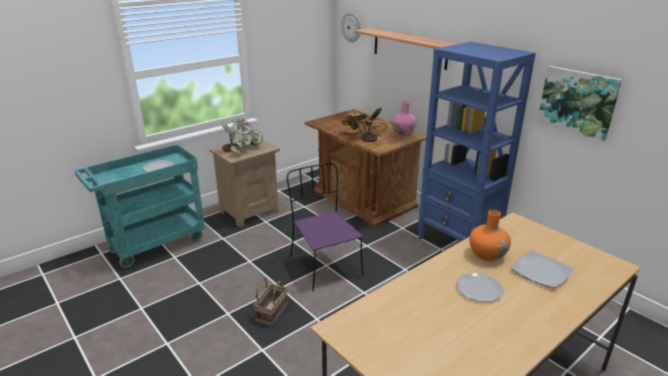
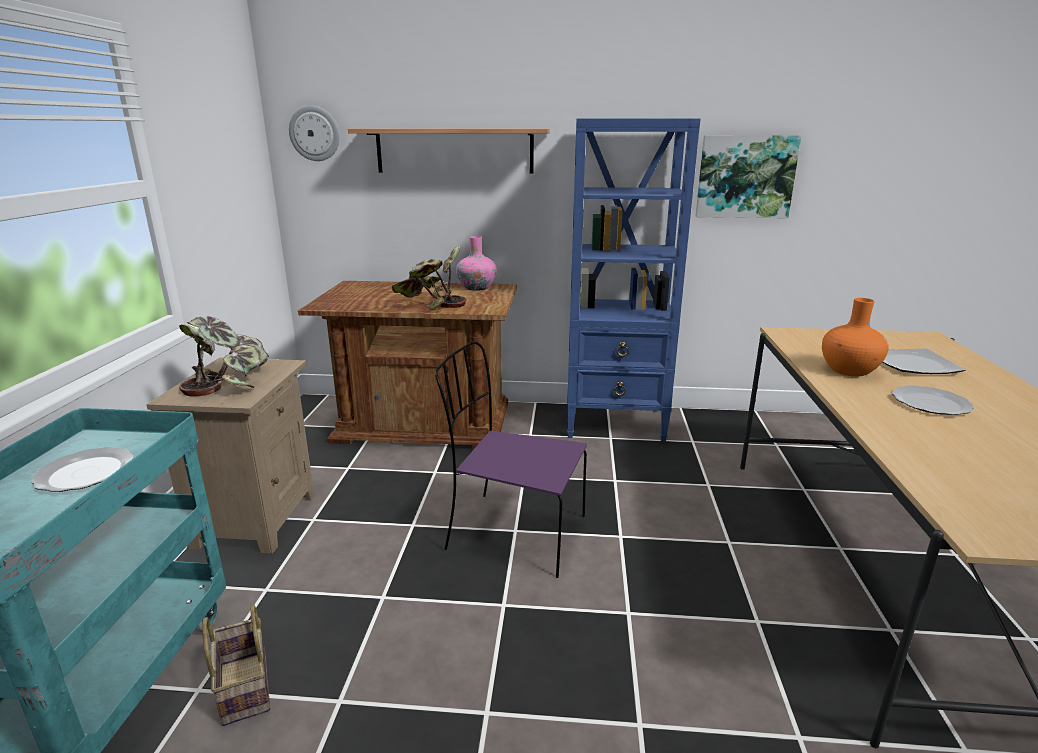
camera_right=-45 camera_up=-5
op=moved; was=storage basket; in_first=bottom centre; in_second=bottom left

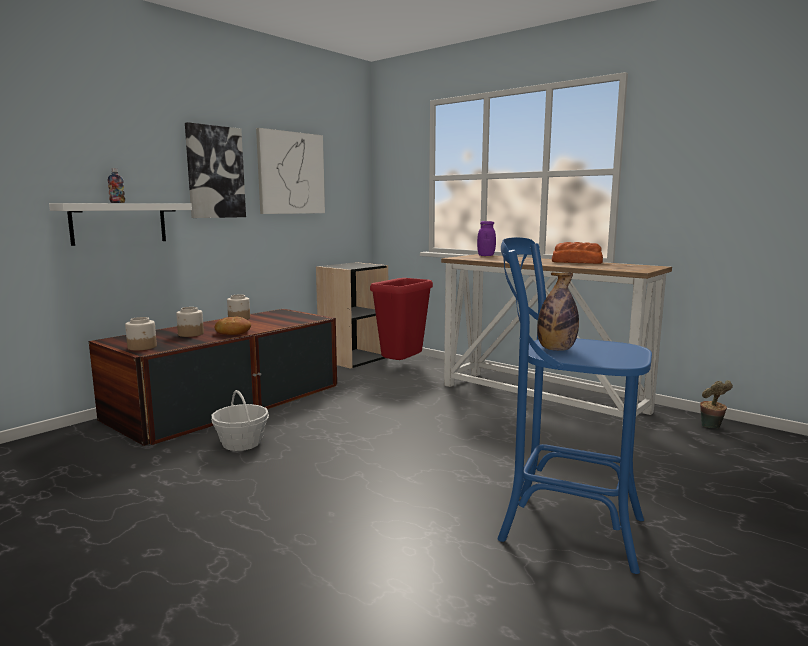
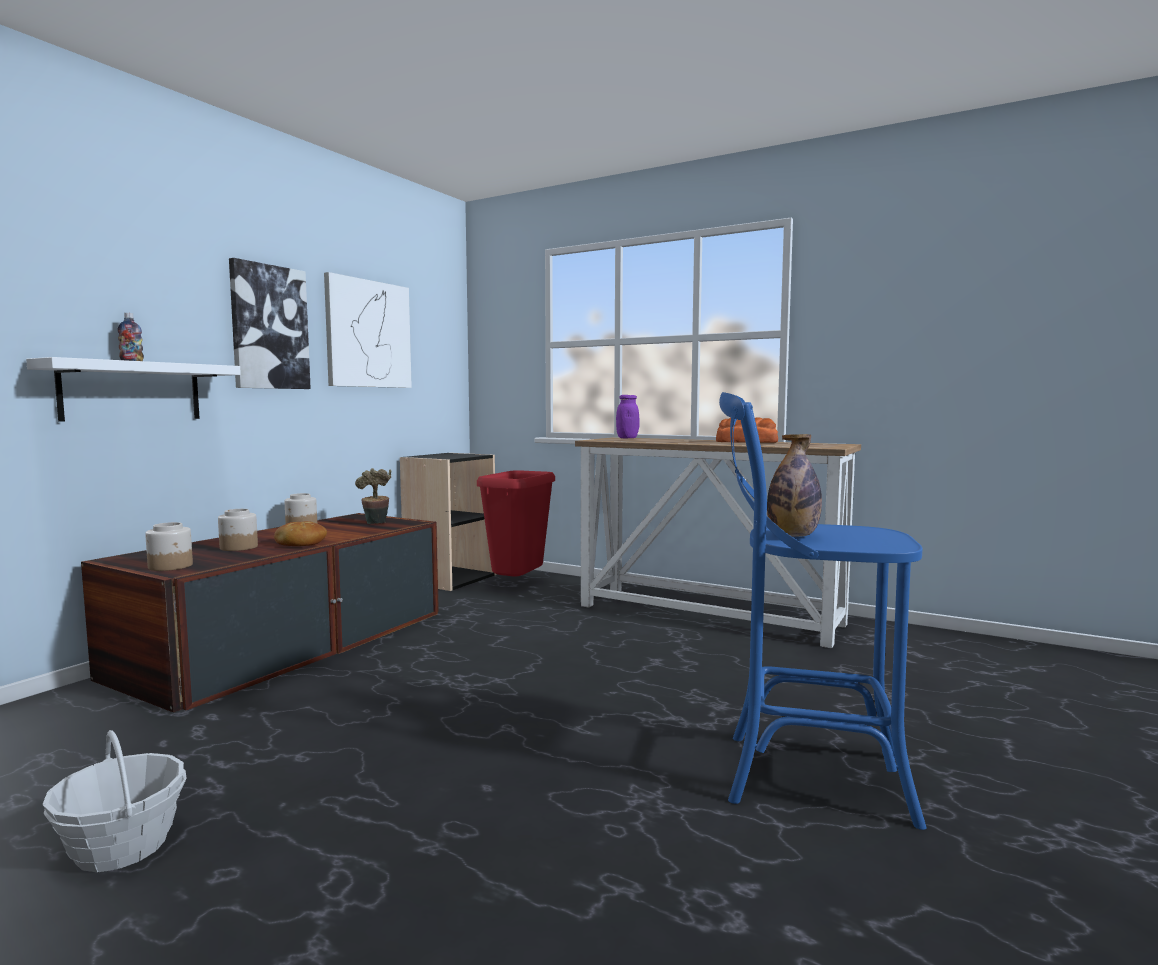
camera_right=-10 camera_up=-5
op=moved; was=storage basket; in_first=middle left; in_second=bottom left
op=moved; was=potted plant; in_first=middle right; in_second=middle left

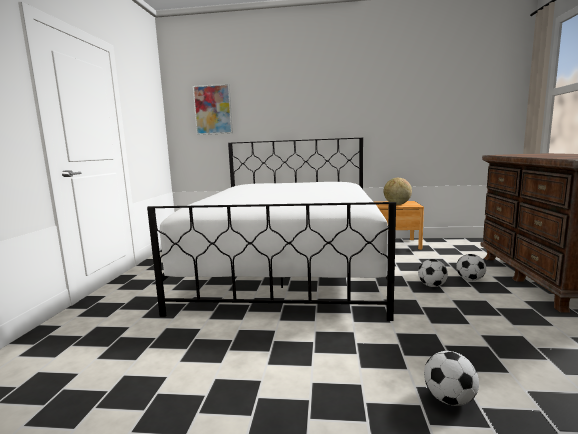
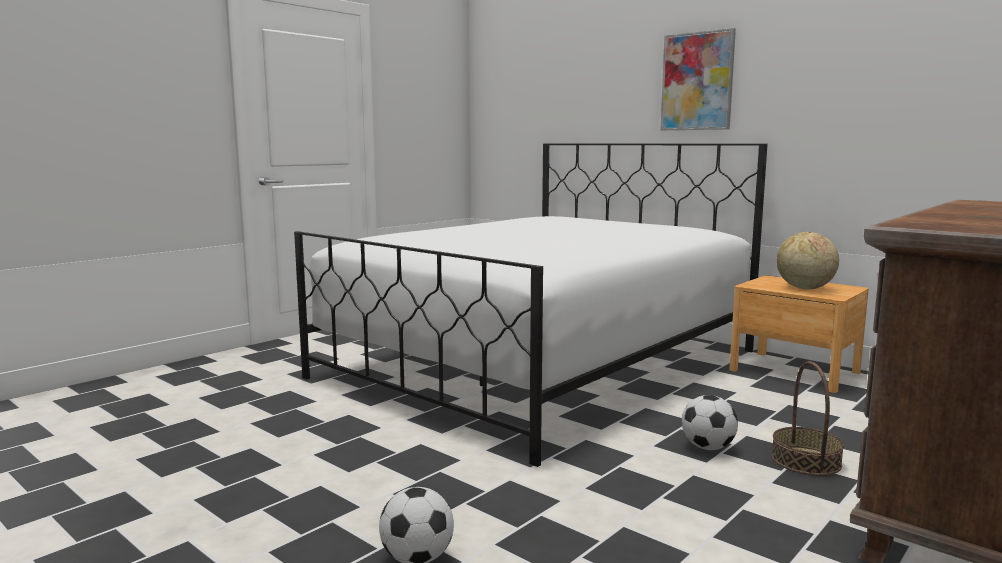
camera_right=35 camera_up=0
op=moved; was=wall picture; in_first=top centre; in_second=top right
op=replaced; was=football ball (3rd from left); now=storage basket; in_first=middle right; in_second=bottom right

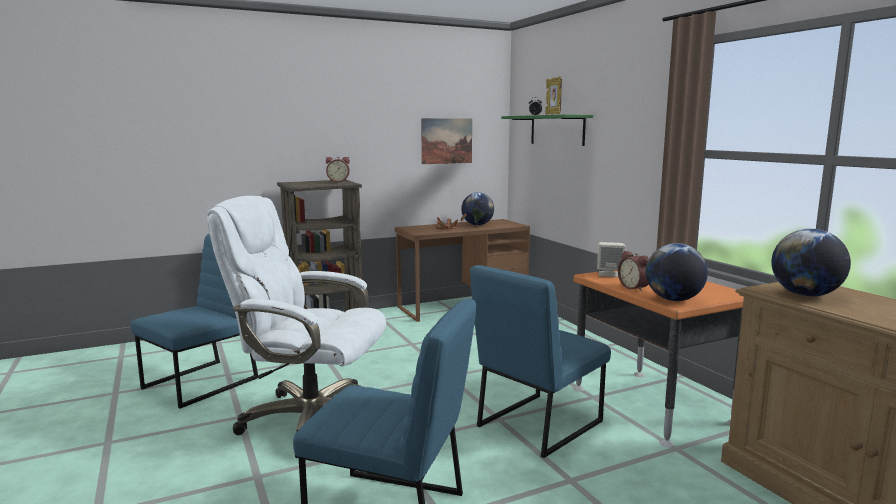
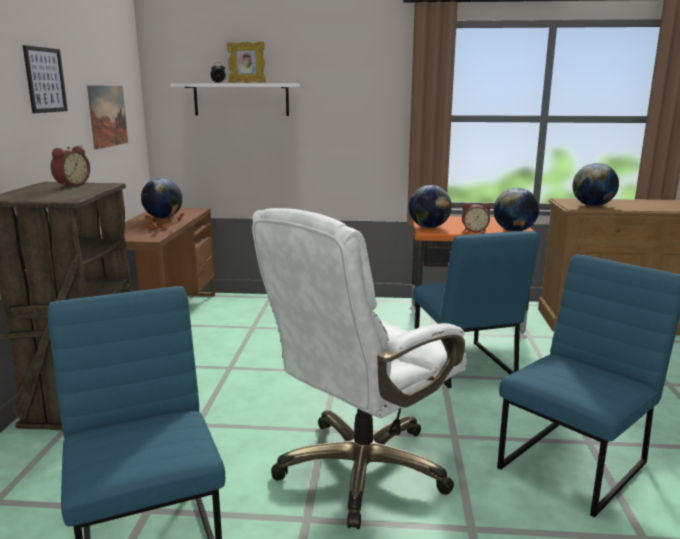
camera_right=-60 camera_up=5
op=added; now=wall picture (1st from left); in_second=top left
op=recoloured; was=shelf (greenish); now=shelf (whitish); in_first=top centre; in_second=top centre
op=replaced; was=speaker (beige-coloured); now=globe (2nd from left); in_first=middle right; in_second=centre

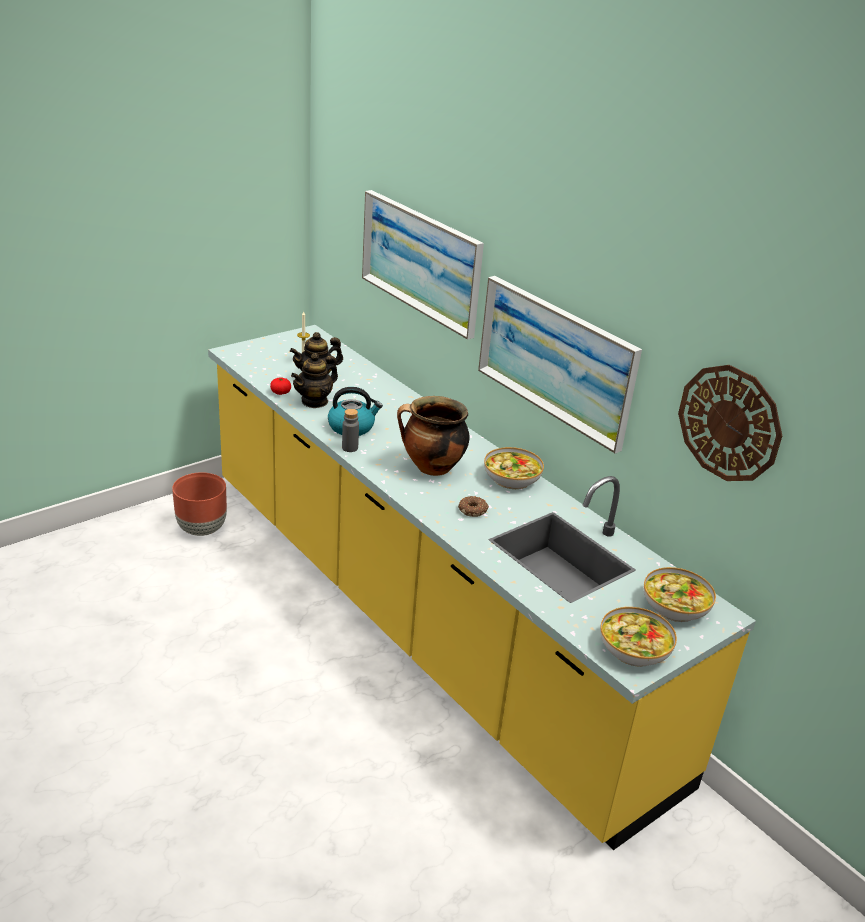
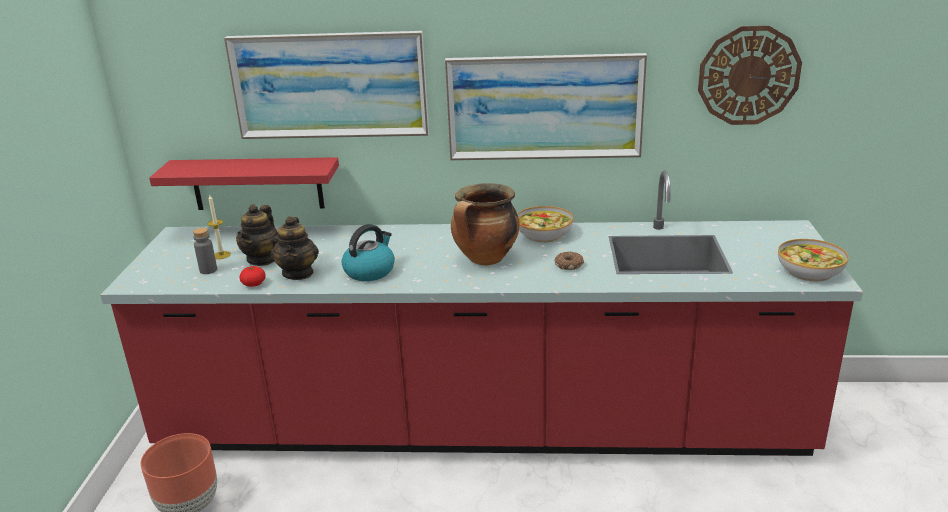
camera_right=-45 camera_up=-5
op=recoloured; was=kitchen base unit (yellow); now=kitchen base unit (red); in_first=centre; in_second=centre
op=added; now=shelf (red); in_second=middle left
op=moved; was=drink bottle (greyish); in_first=centre; in_second=middle left
op=removed; was=bowl (3rd from left); in_first=middle right

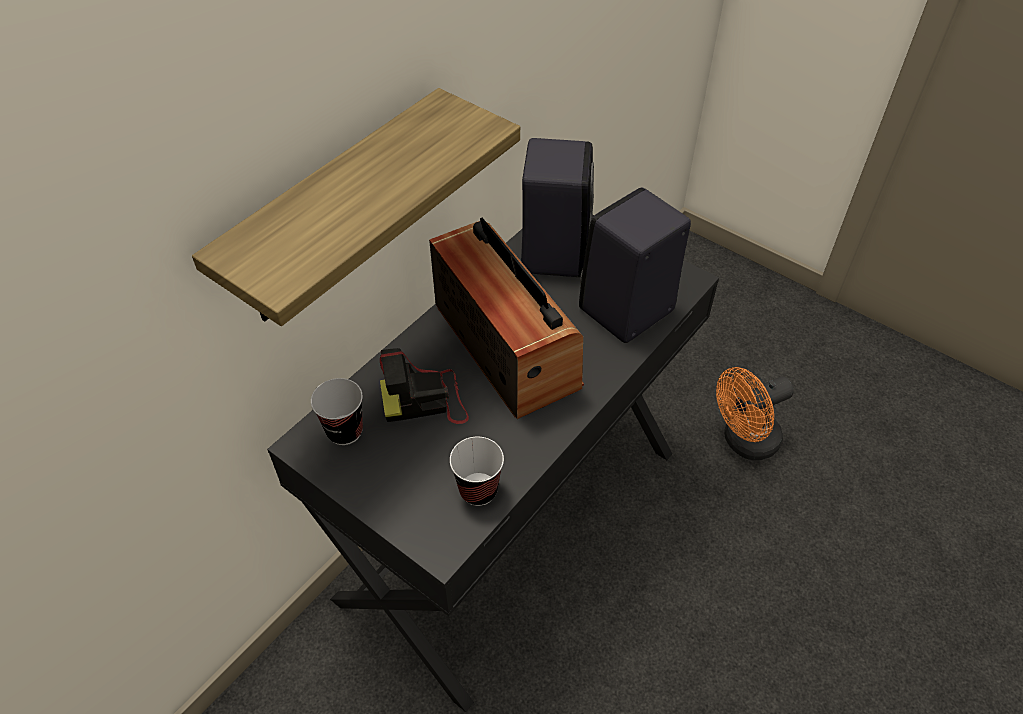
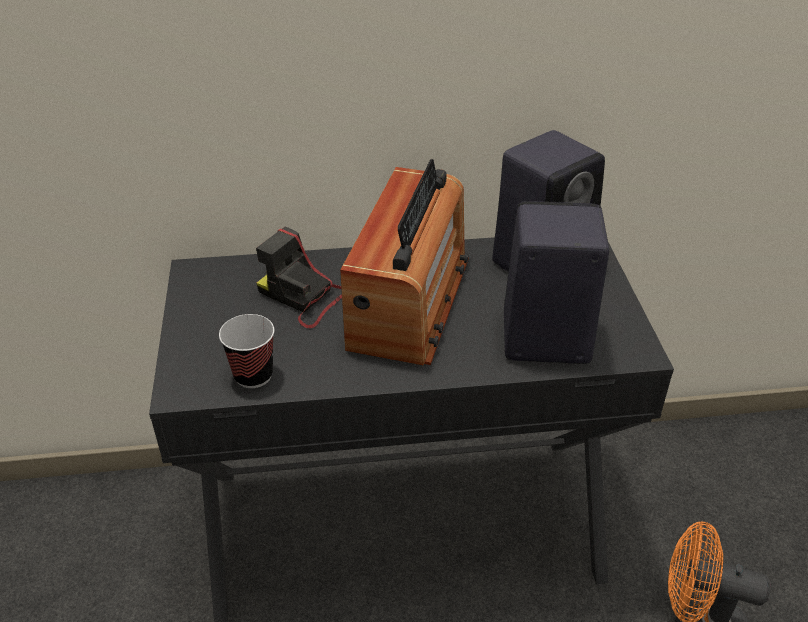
camera_right=45 camera_up=-10
op=removed; was=shelf; in_first=top centre
op=removed; was=drinking cup (1st from left); in_first=middle left

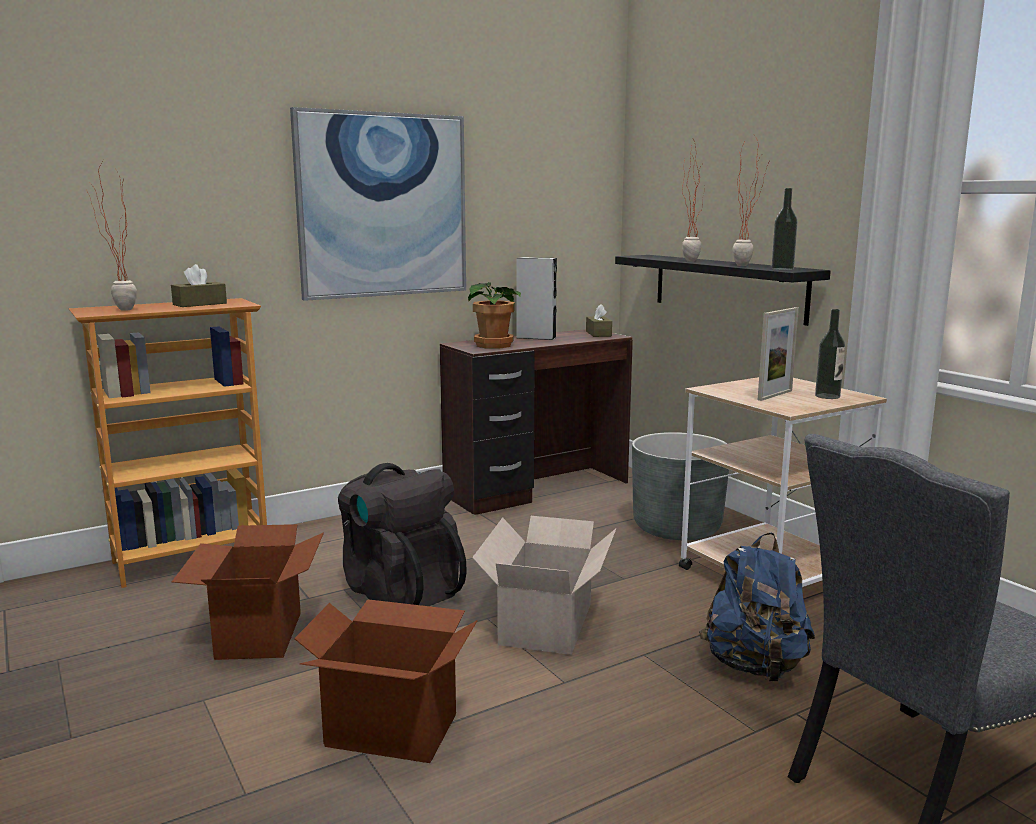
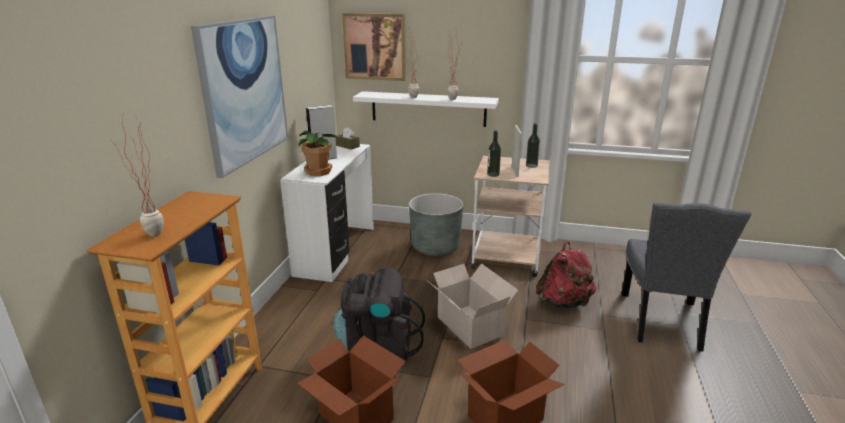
camera_right=-45 camera_up=10
op=recoloured; was=desk table (brownish); now=desk table (whitish); in_first=centre; in_second=centre
op=added; now=wall picture (2nd from left); in_second=top centre
op=recoloured; was=shelf (blackish); now=shelf (whitish); in_first=middle right; in_second=top centre
op=moved; was=drink bottle (1st from left); in_first=top right; in_second=centre
op=recoloured; was=rucksack (blue); now=rucksack (red); in_first=bottom right; in_second=middle right
op=removed; was=box of tissues (brownish) (1st from left); in_first=middle left

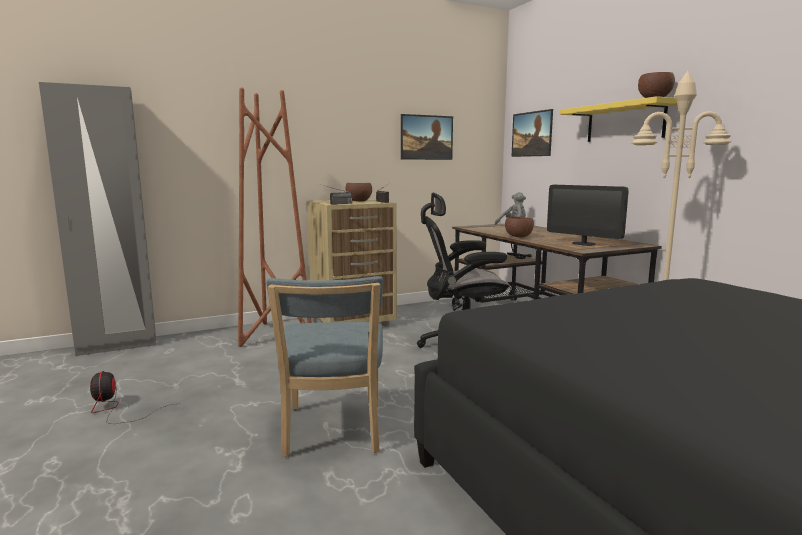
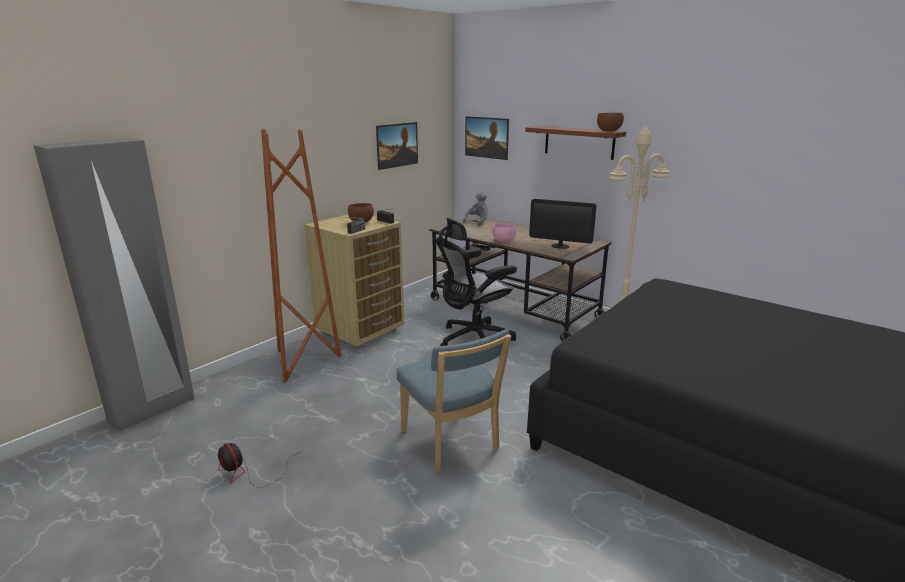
camera_right=-25 camera_up=10
op=recoloured; was=bowl (brownish) (2nd from left); now=bowl (pinkish); in_first=centre; in_second=centre
op=recoloured; was=shelf (yellow); now=shelf (brownish); in_first=top right; in_second=top centre

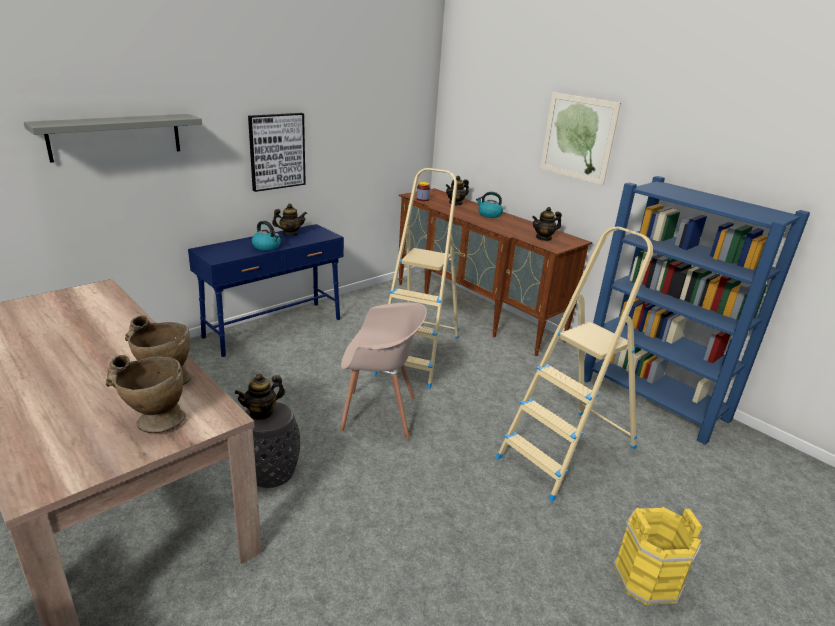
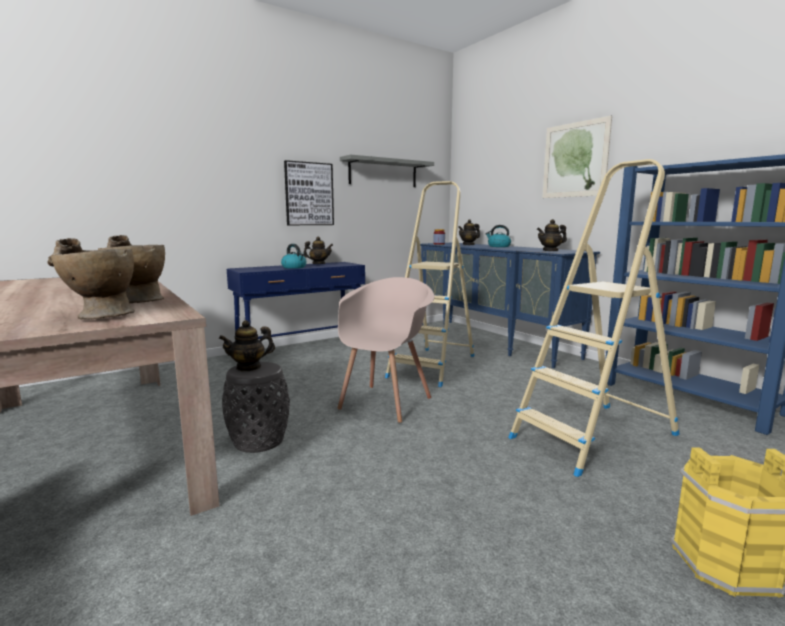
camera_right=10 camera_up=-15
op=turned; was=chair (beige-coloured); in_first=centre; in_second=centre; clockwise=-75
op=moved; was=shelf (greyish); in_first=top left; in_second=top centre
op=recoloured; was=cupboard (brownish); now=cupboard (blue); in_first=centre; in_second=centre

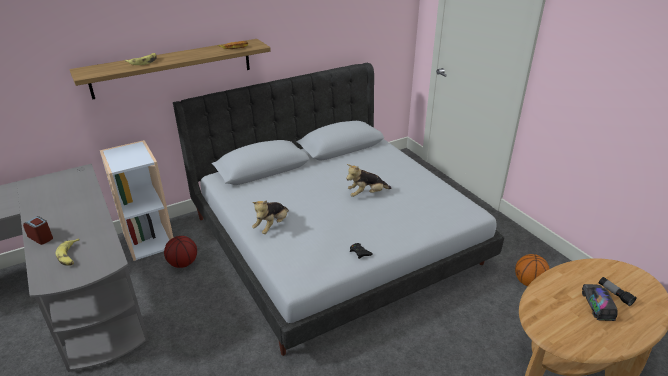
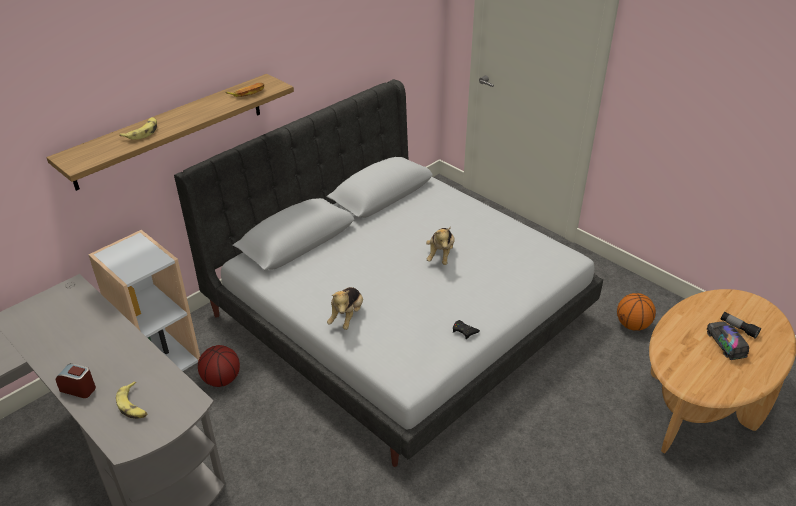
camera_right=-15 camera_up=5
op=turned; was=cuddly toy (2nd from left); in_first=centre; in_second=centre; clockwise=-45

